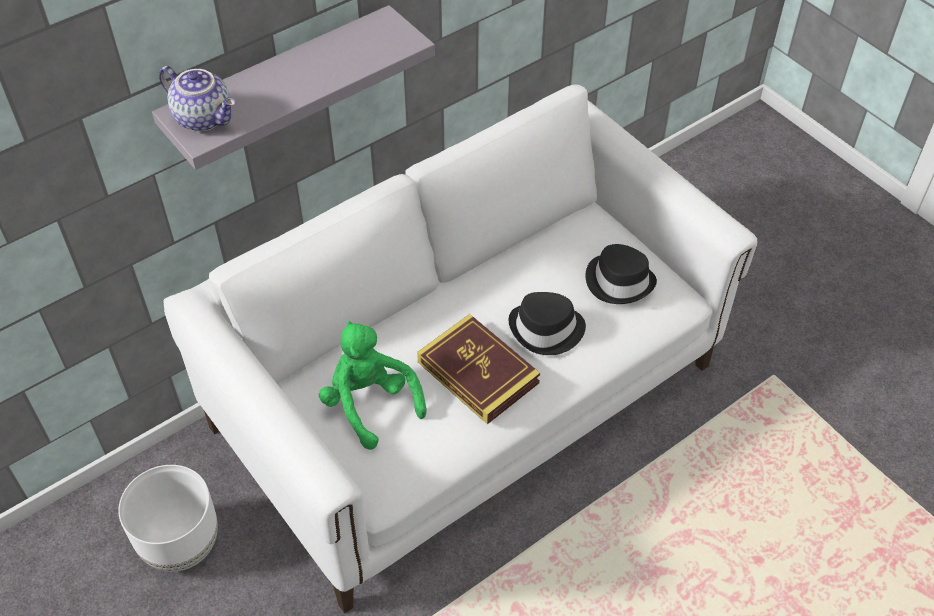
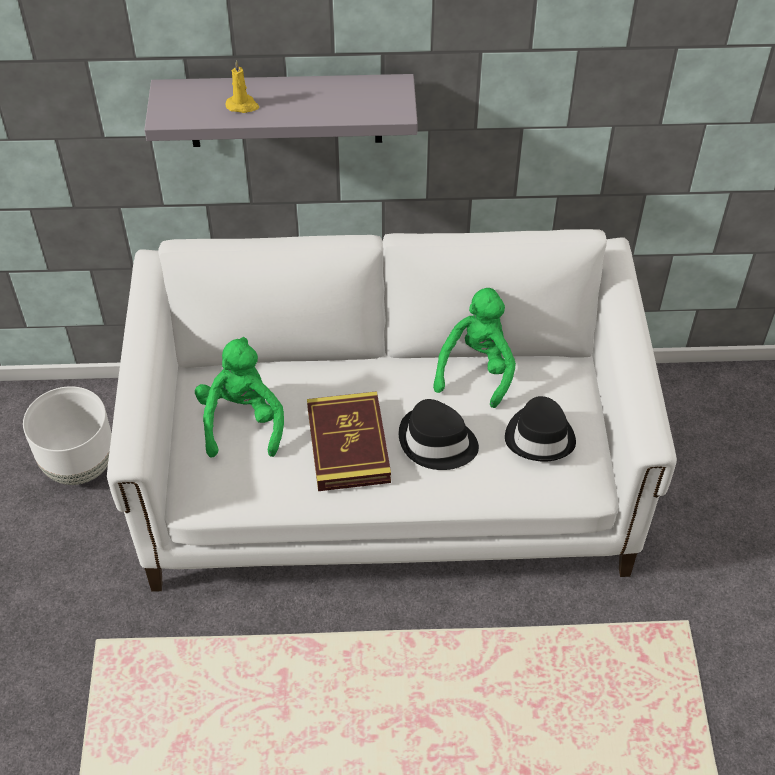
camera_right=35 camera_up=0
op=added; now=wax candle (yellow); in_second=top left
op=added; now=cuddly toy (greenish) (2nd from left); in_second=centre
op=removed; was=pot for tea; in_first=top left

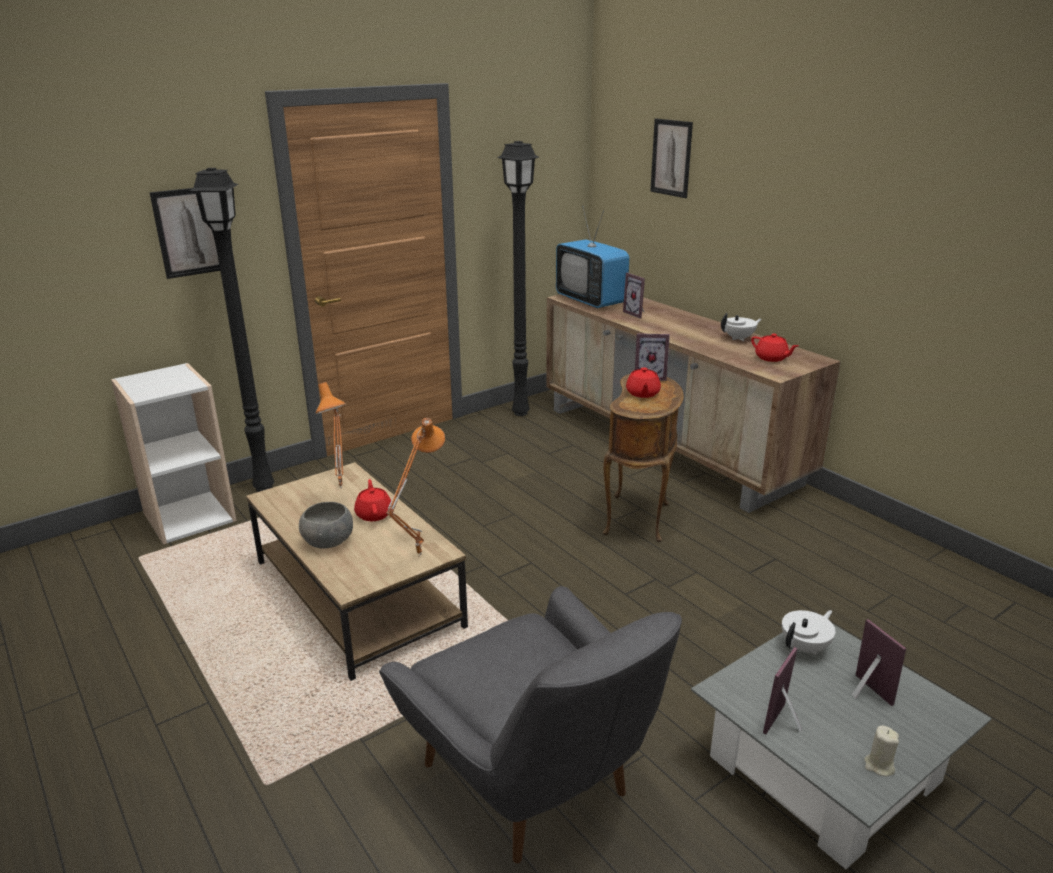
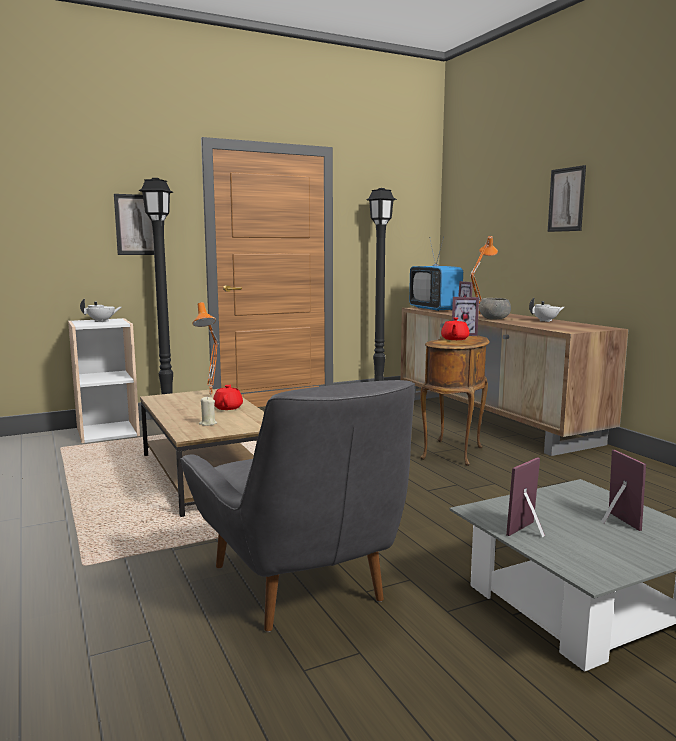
camera_right=10 camera_up=-15
op=moved; was=pot for tea (whitish) (2nd from left in the first image); now=pot for tea (whitish) (1st from left); in_first=bottom right; in_second=middle left
op=moved; was=wax candle (beige-coloured); in_first=bottom right; in_second=middle left
op=moved; was=tabletop lamp (orange-coloured) (2nd from left); in_first=centre; in_second=middle right
op=moved; was=bowl (greyish); in_first=middle left; in_second=middle right
op=moved; was=wall picture (2nd from left); in_first=top centre; in_second=top right
op=removed; was=pot for tea (red) (3rd from left); in_first=middle right

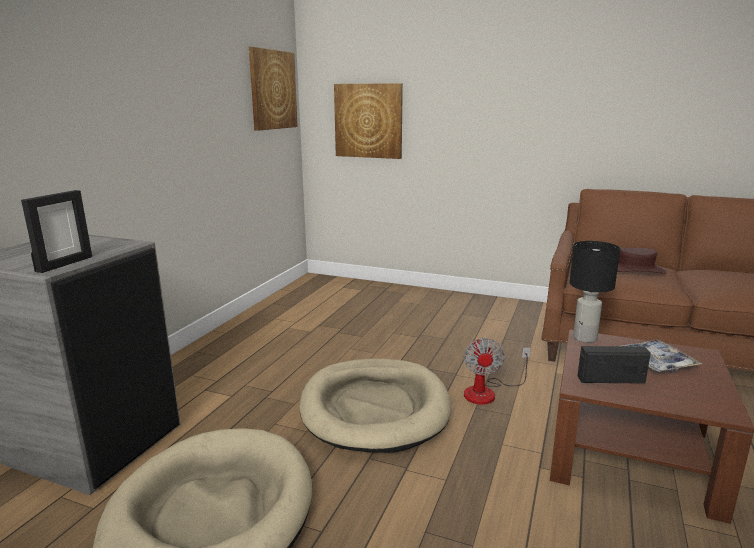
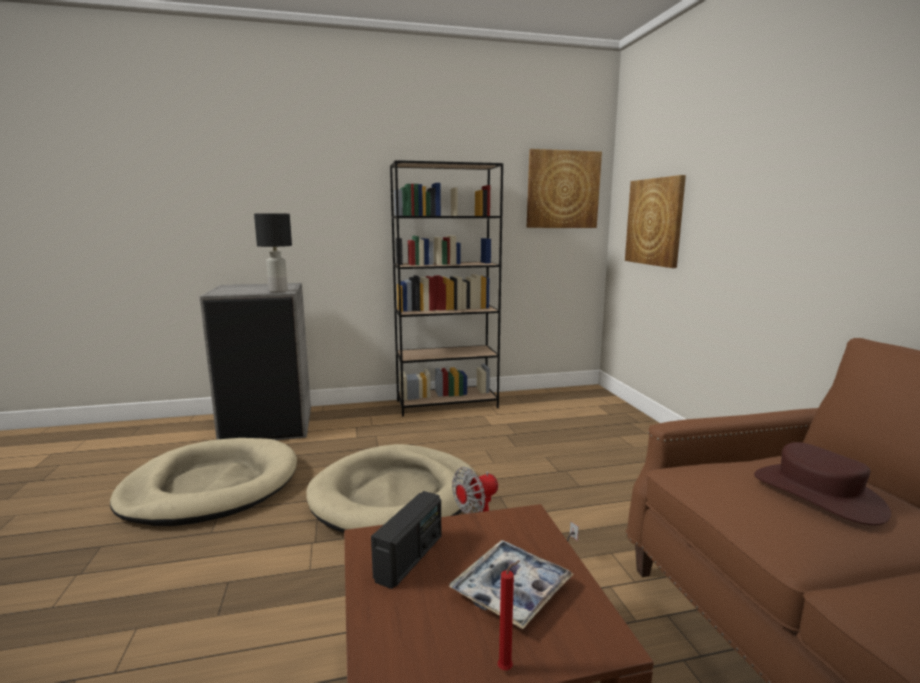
camera_right=55 camera_up=-5
op=moved; was=tabletop lamp (blackish); in_first=middle right; in_second=middle left
op=turned; was=radio; in_first=middle right; in_second=bottom centre; clockwise=60
op=added; now=bookcase (beige-coloured); in_second=centre
op=added; now=wax candle (red); in_second=bottom centre
op=removed; was=picture frame; in_first=middle left

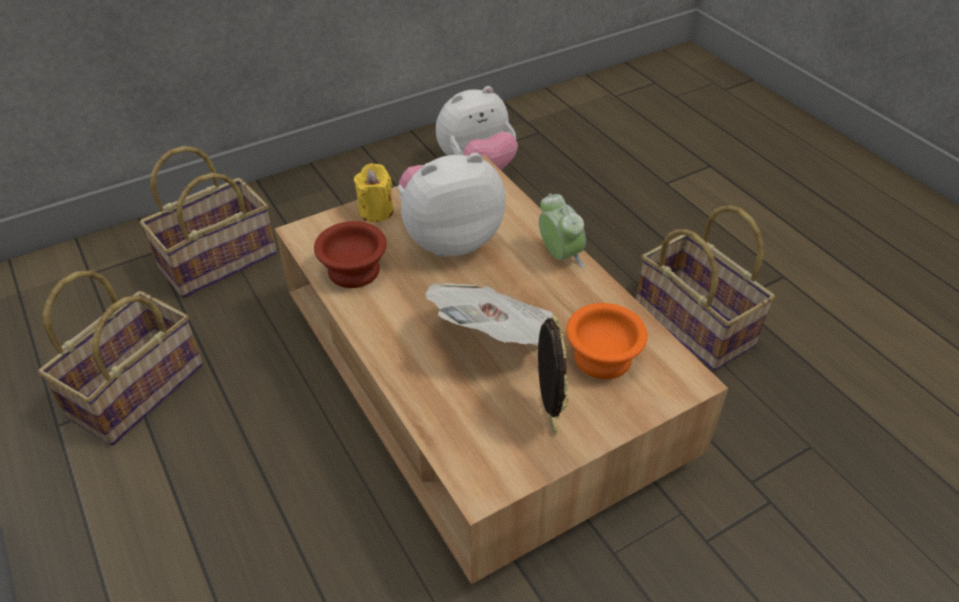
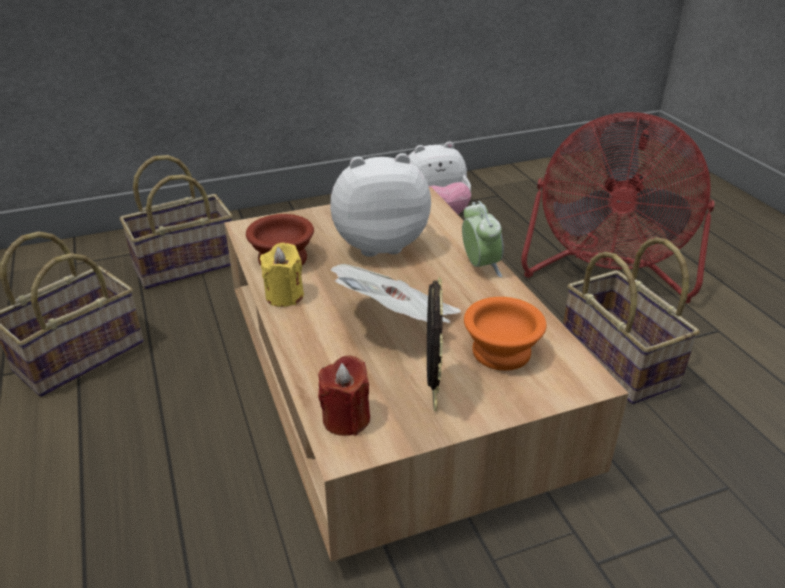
camera_right=10 camera_up=-10
op=moved; was=wax candle (yellow); in_first=top centre; in_second=centre
op=added; now=wax candle (red); in_second=bottom centre
op=added; now=cooling fan (red); in_second=middle right

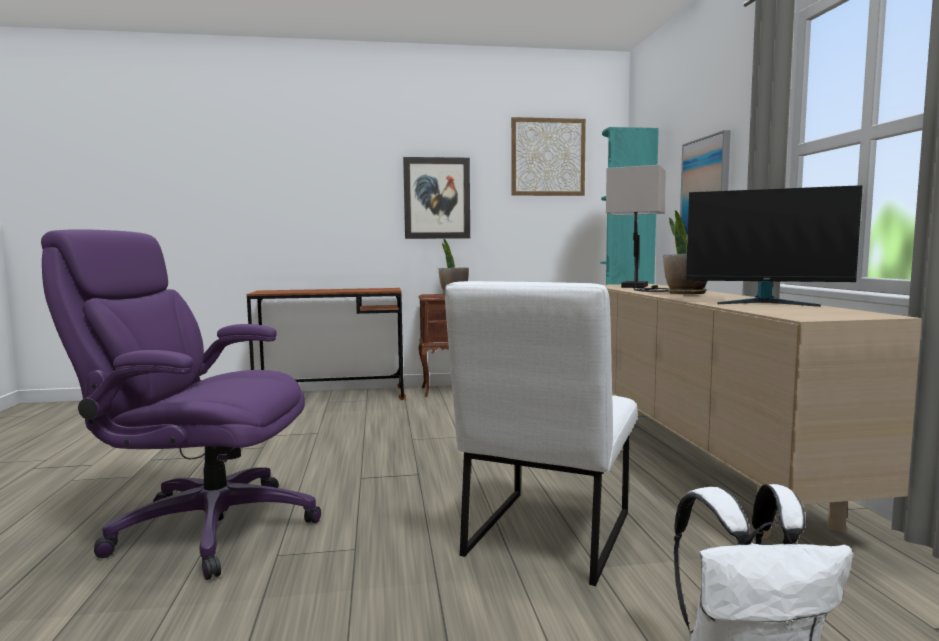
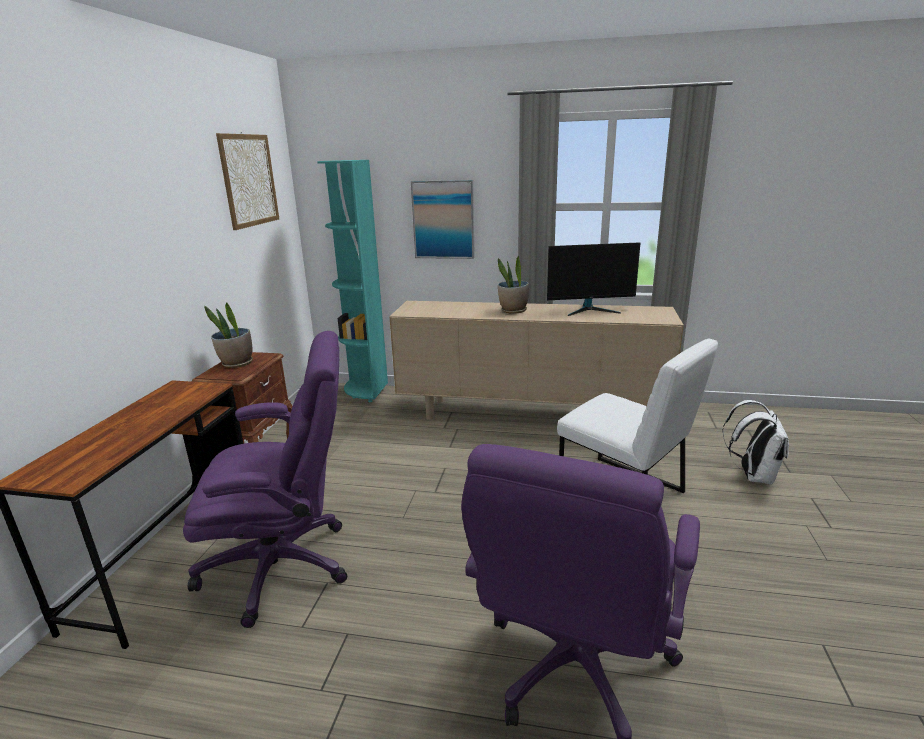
camera_right=-70 camera_up=15
op=added; now=desk chair (purple) (1st from left); in_second=middle left
op=turned; was=monitor; in_first=middle right; in_second=centre; clockwise=45
op=removed; was=wall picture (1st from left); in_first=top centre
op=removed; was=tabletop lamp; in_first=middle right

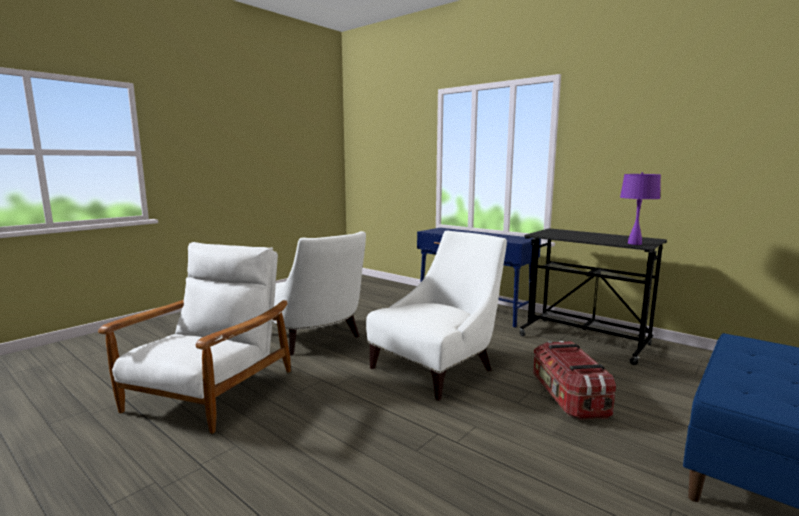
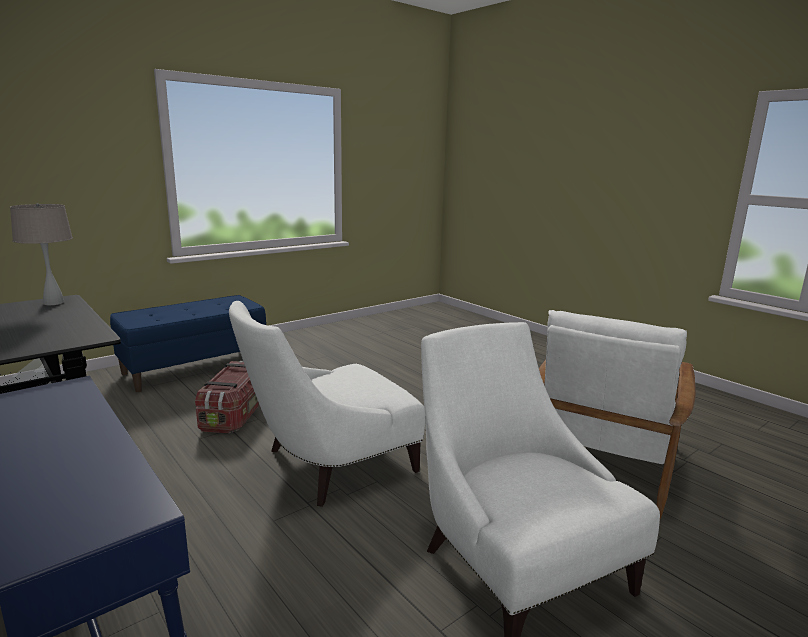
camera_right=-170 camera_up=5
op=recoloured; was=tabletop lamp (purple); now=tabletop lamp (beige-coloured); in_first=middle right; in_second=middle left

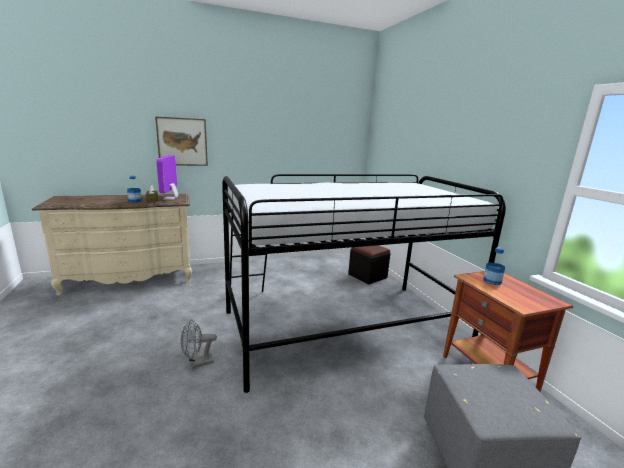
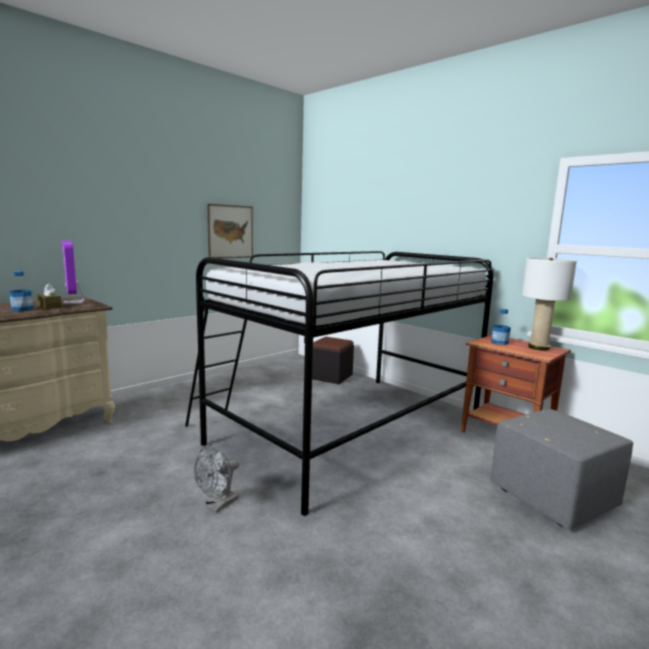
camera_right=-25 camera_up=-5
op=moved; was=wall picture; in_first=top left; in_second=centre
op=added; now=tabletop lamp (whitish); in_second=middle right

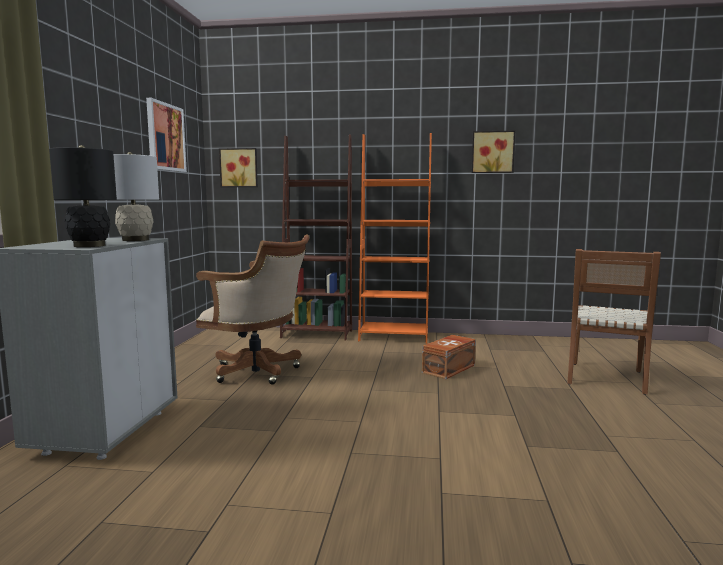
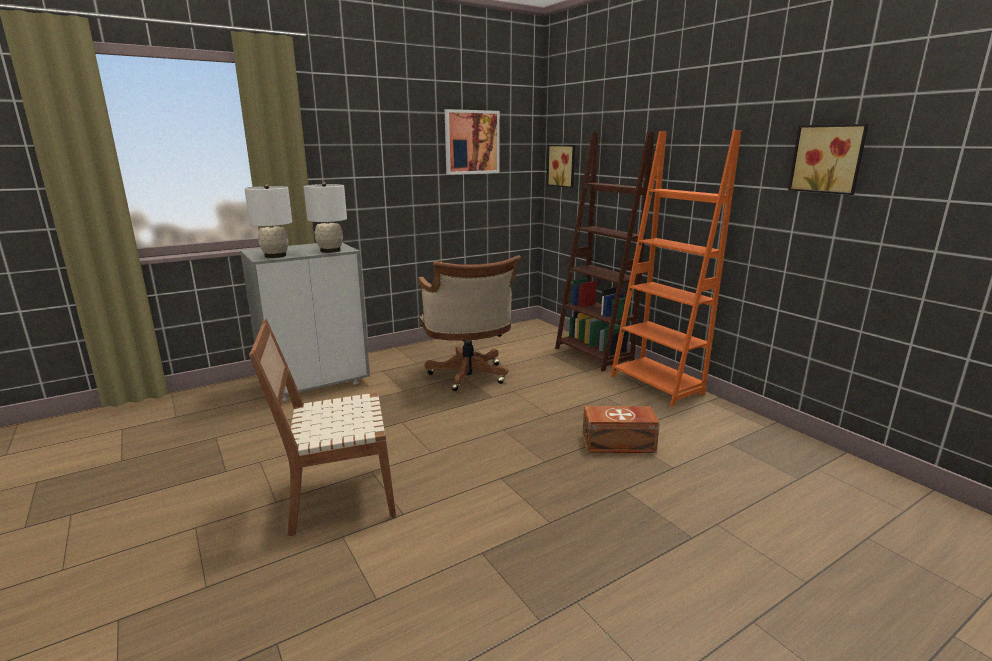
camera_right=50 camera_up=10
op=recoloured; was=tabletop lamp (blackish); now=tabletop lamp (whitish) (1st from left); in_first=middle left; in_second=middle left
op=moved; was=chair; in_first=middle right; in_second=middle left

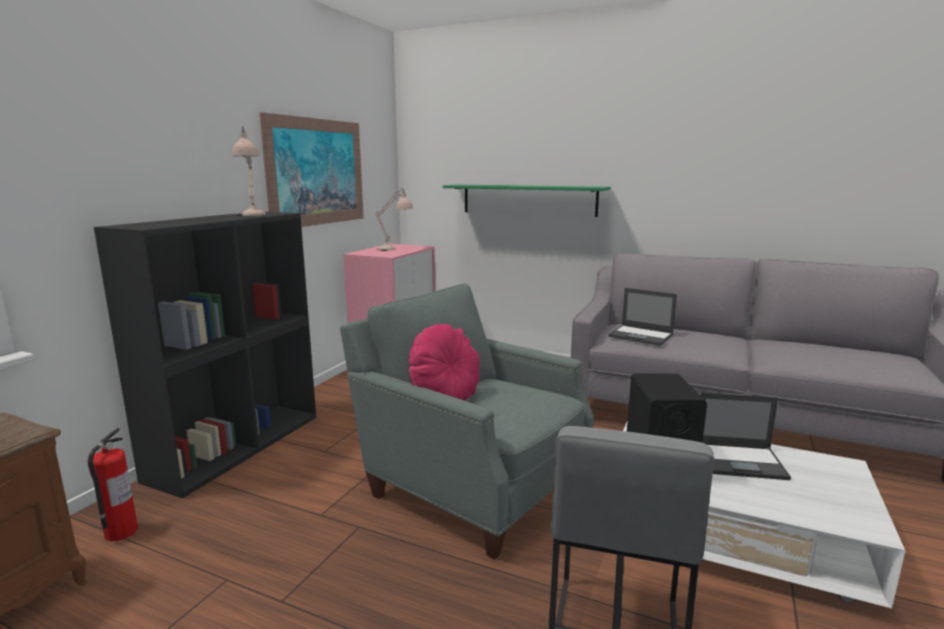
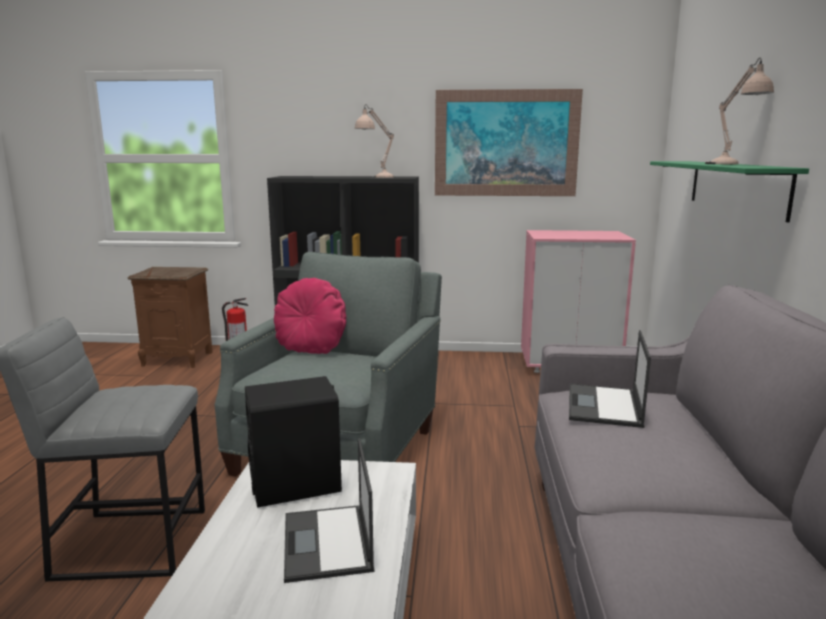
camera_right=70 camera_up=0
op=moved; was=tabletop lamp (beige-coloured) (2nd from left); in_first=centre; in_second=top right

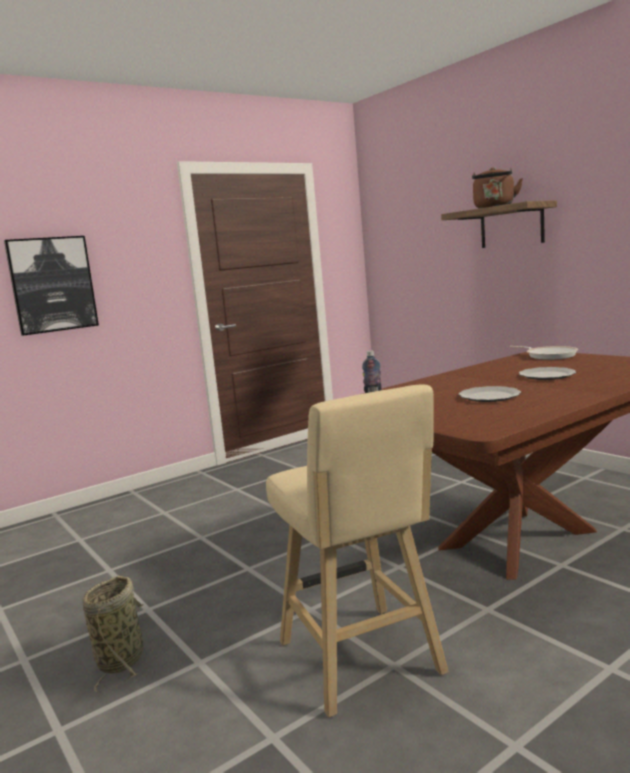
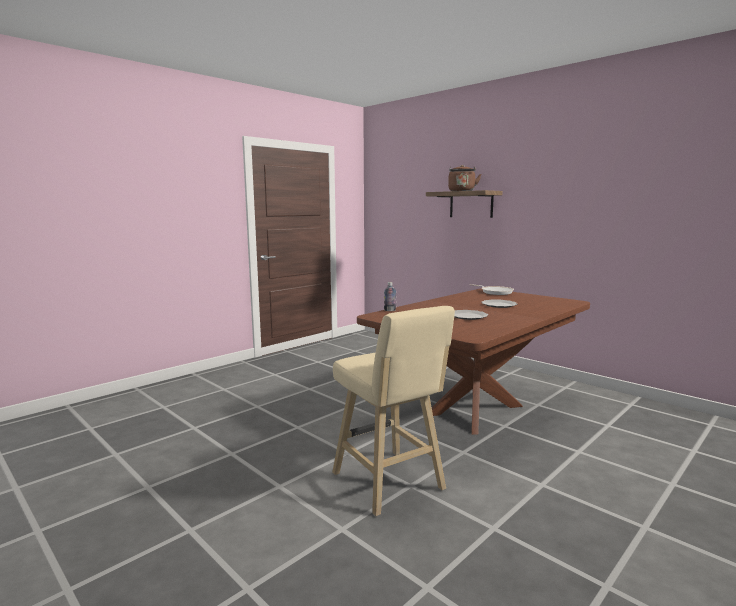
camera_right=-10 camera_up=0
op=removed; was=wall picture; in_first=middle left
op=removed; was=storage basket; in_first=bottom left

